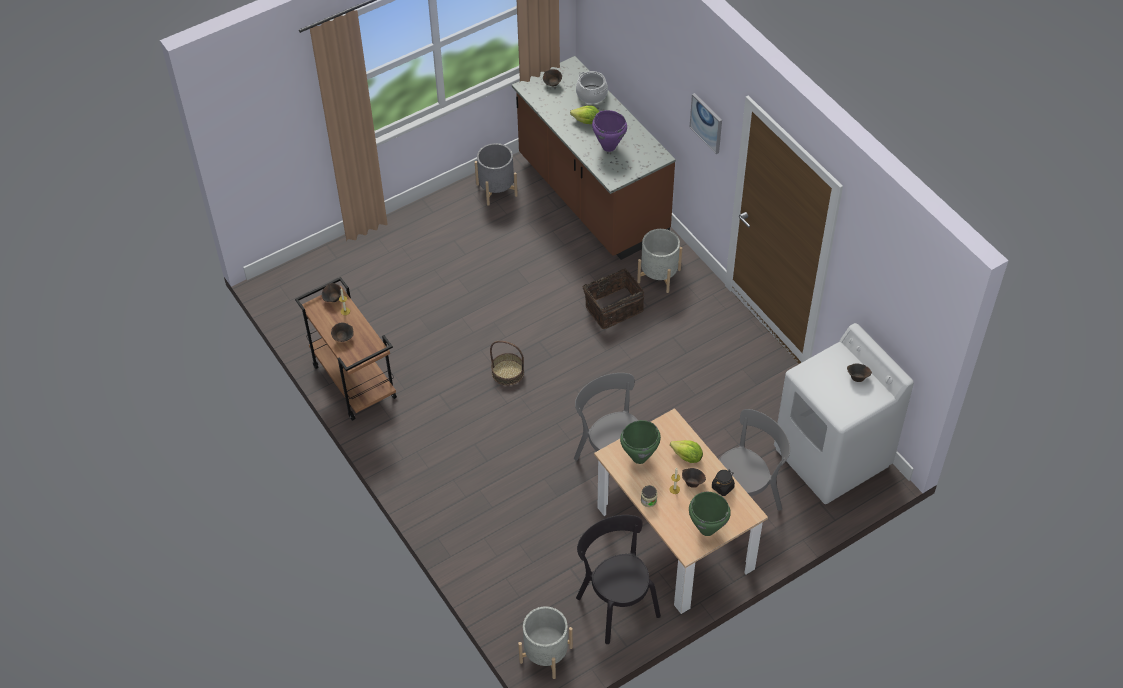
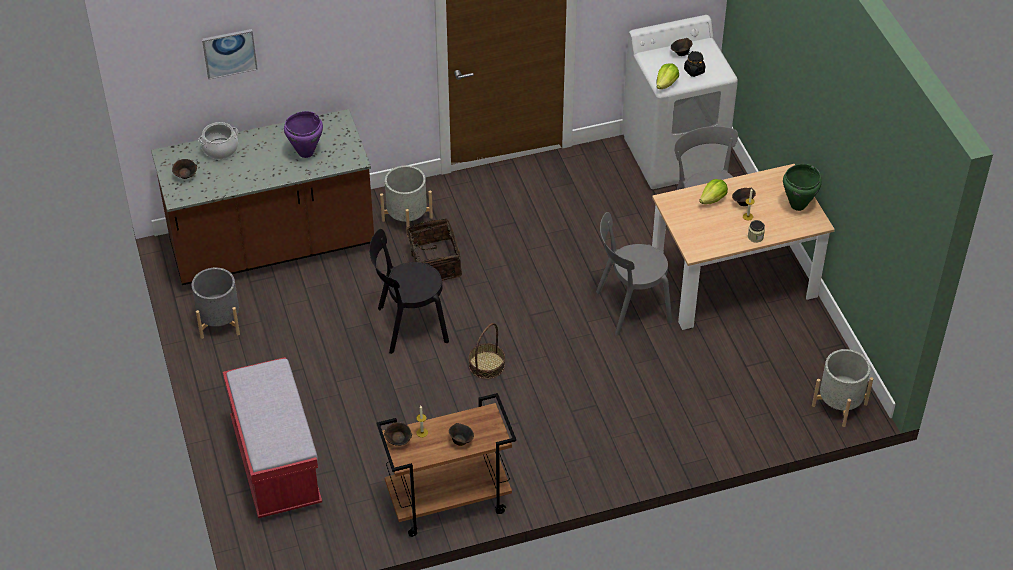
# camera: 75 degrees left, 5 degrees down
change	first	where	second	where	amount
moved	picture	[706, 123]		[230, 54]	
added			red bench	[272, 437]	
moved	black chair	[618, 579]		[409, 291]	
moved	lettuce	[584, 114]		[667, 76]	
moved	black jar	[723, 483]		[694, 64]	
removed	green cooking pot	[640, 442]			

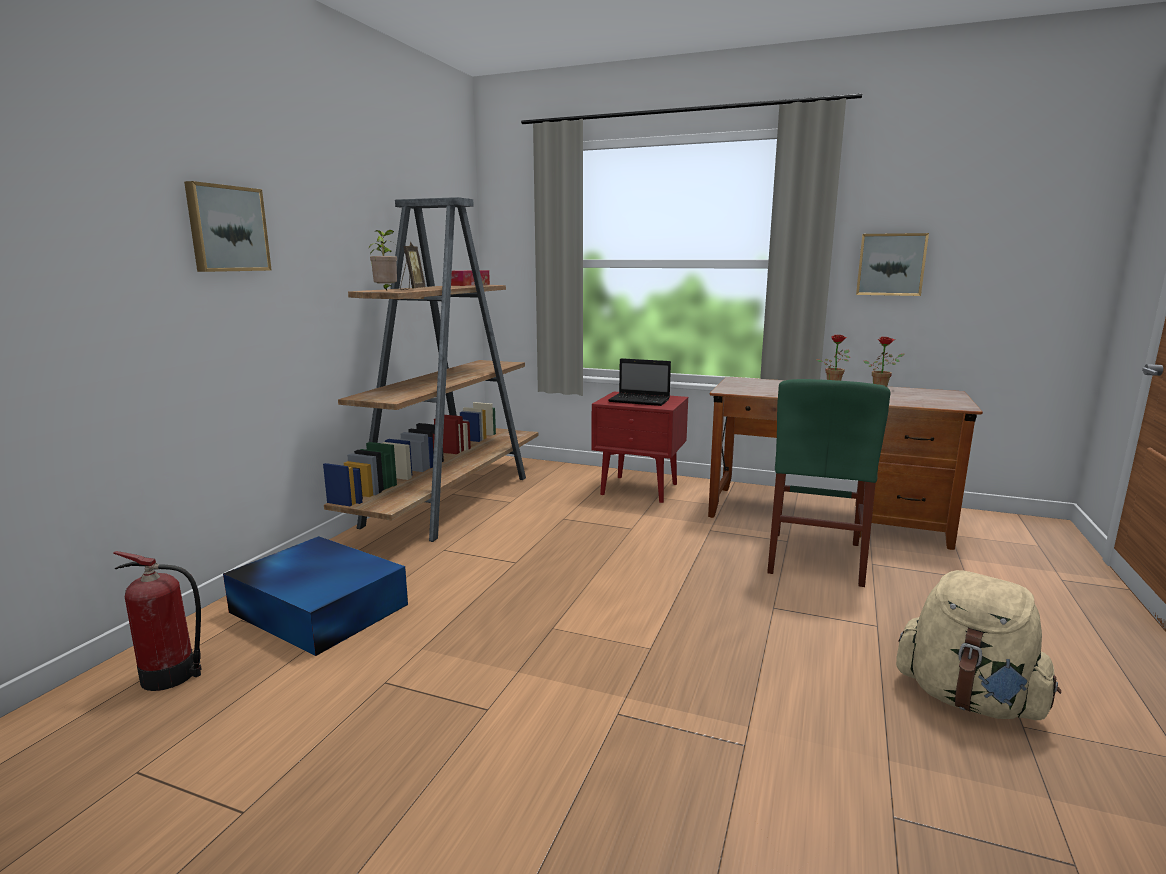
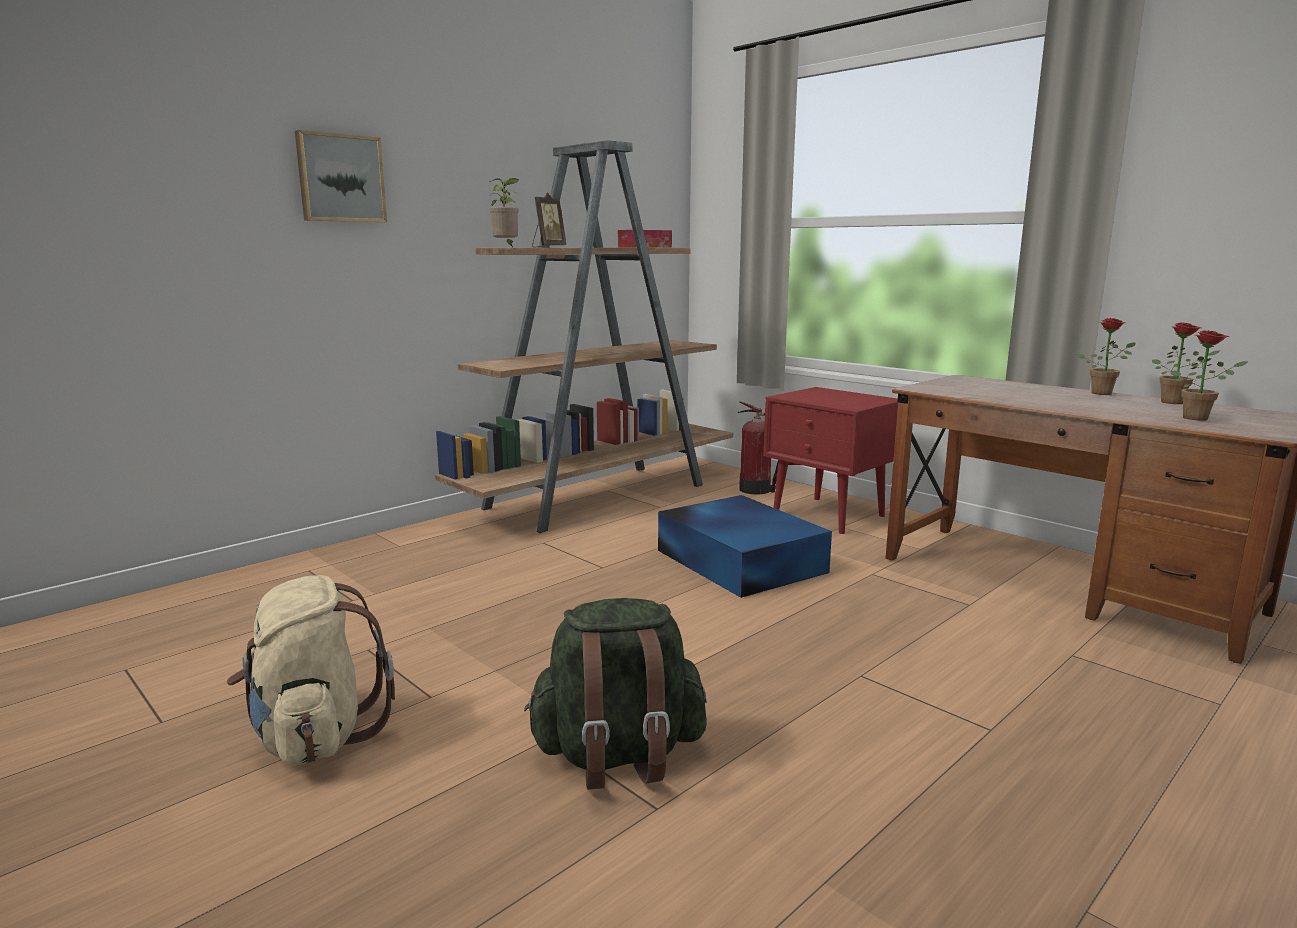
# camera: 25 degrees right, 0 degrees up
change	first	where	second	where	amount
moved	beige backpack	[978, 645]		[311, 670]	
added			green backpack	[615, 694]	
moved	blue storage box	[315, 596]		[745, 546]	
moved	fire extinguisher	[157, 621]		[758, 447]	
added			potted plant	[1209, 375]	
removed	laptop	[639, 382]			
removed	green chair	[829, 483]			
removed	picture	[892, 264]			

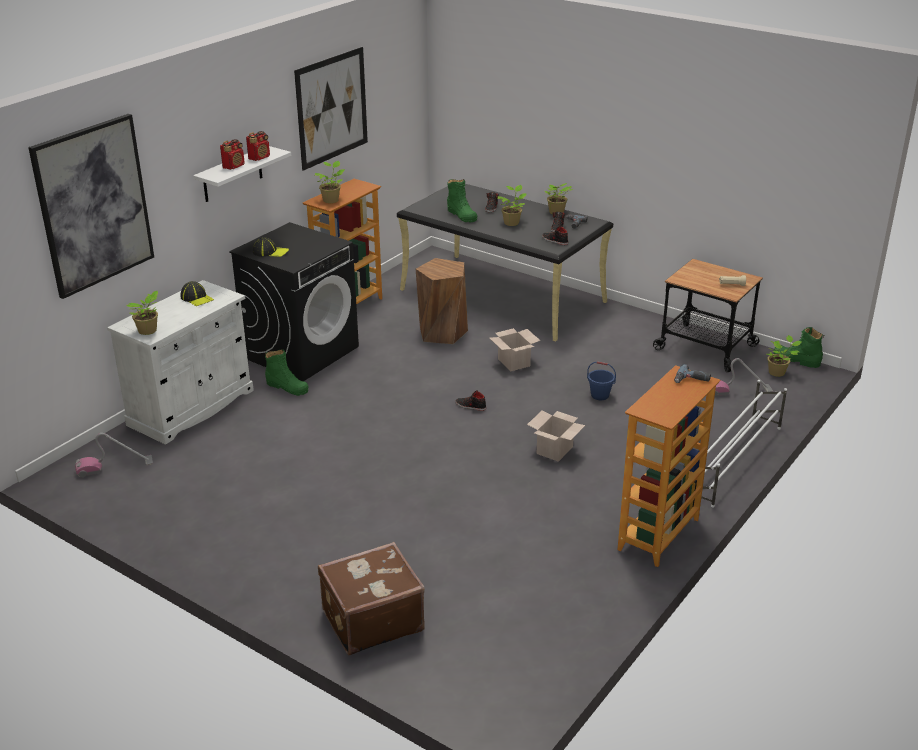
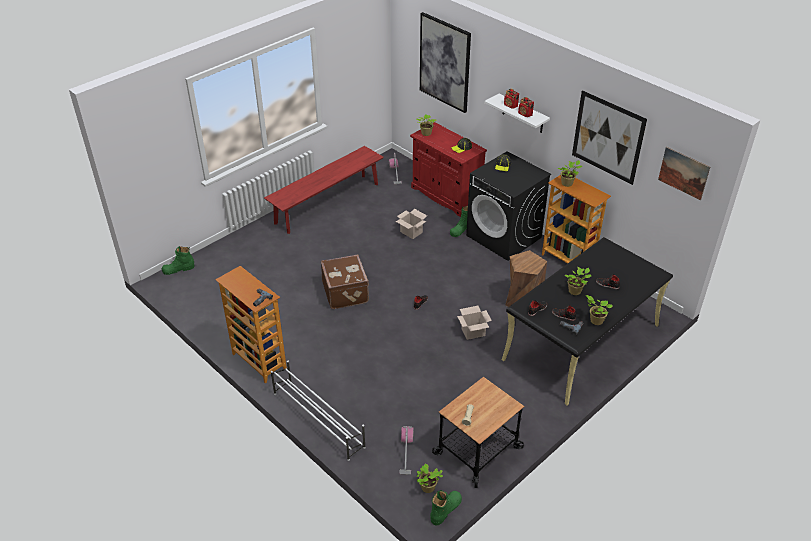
# camera: 100 degrees right, 10 degrees up
change	first	where	second	where	amount
moved	green boot	[462, 200]		[178, 260]	
added			red bench	[324, 190]	
moved	brown suitcase	[371, 598]		[345, 281]	
moved	cardboard box	[556, 436]		[411, 224]	
recoloured	white cabinet	[180, 362]	red cabinet	[448, 170]	
added			picture	[684, 173]	
removed	blue bucket	[601, 380]			

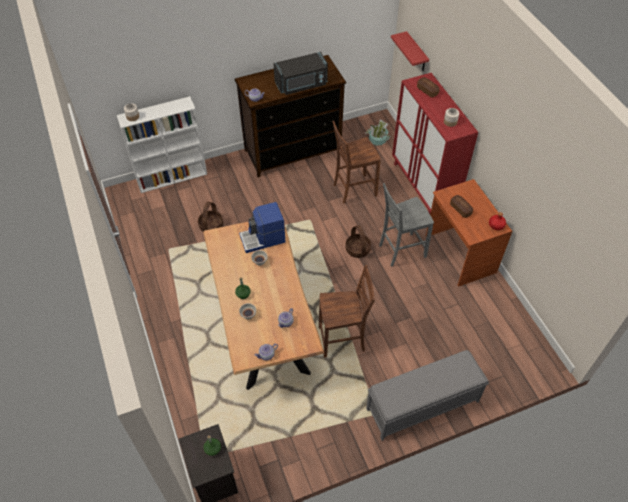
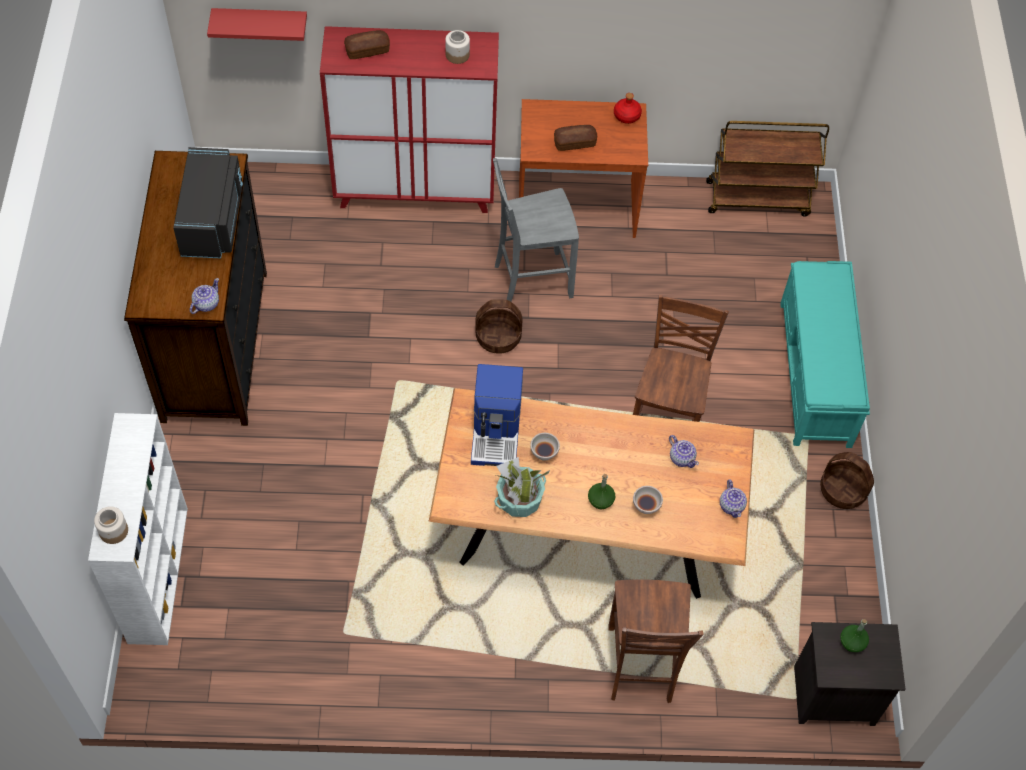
# camera: 70 degrees left, 5 degrees up
change	first	where	second	where	amount
turned	grey chair	[406, 225]		[536, 229]	75 degrees clockwise
moved	potted plant	[378, 132]		[522, 487]	
moved	brown chair	[357, 162]		[656, 641]	
added			brown cart	[767, 169]	
recoloured	grey bench	[427, 395]	turquoise bench	[825, 354]	
moved	basket	[210, 217]		[847, 480]	

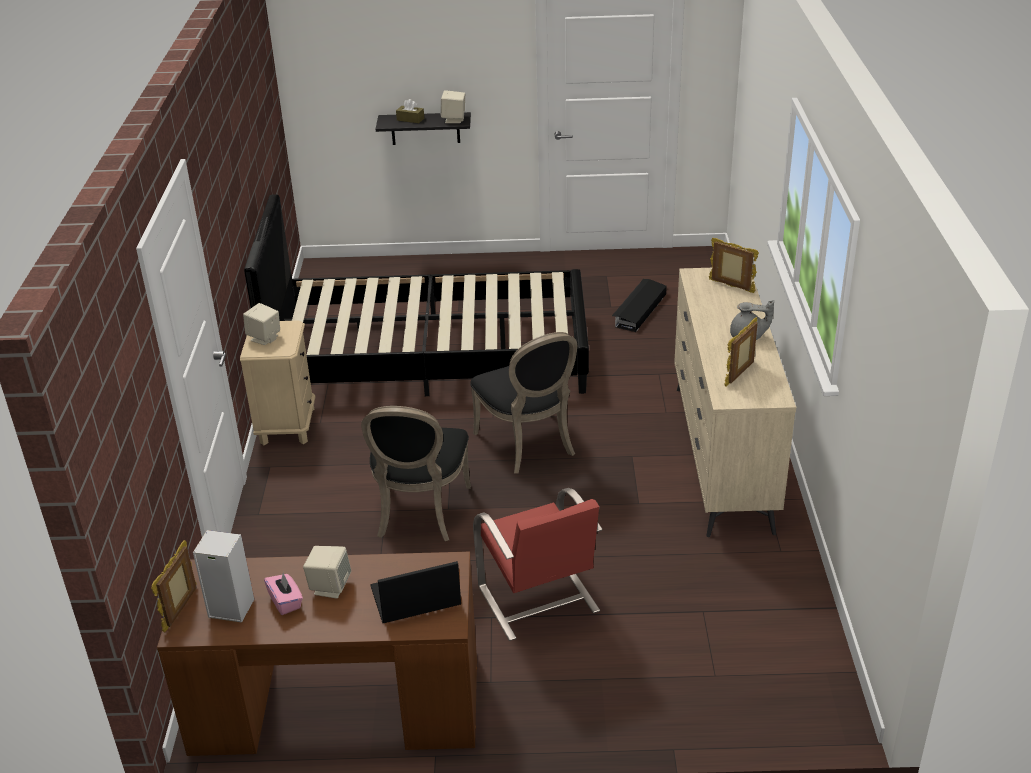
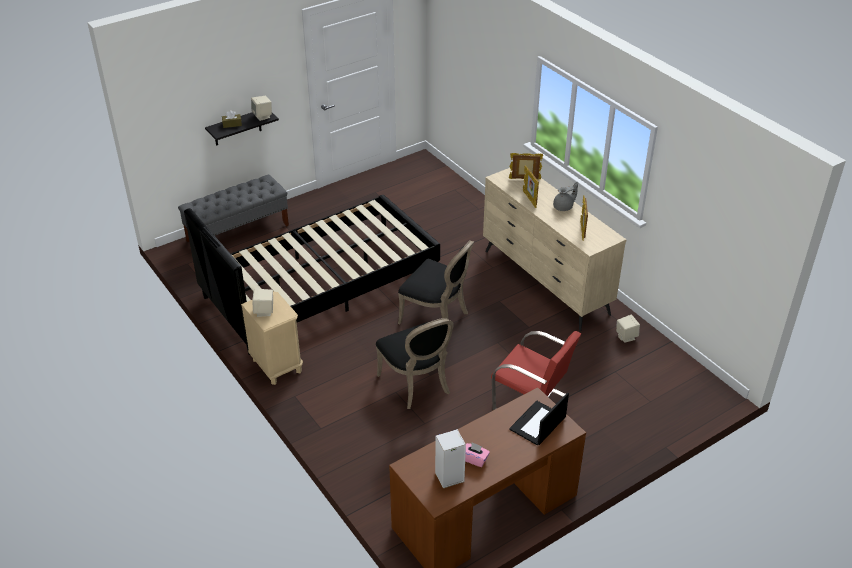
# camera: 35 degrees left, 5 degrees up
change	first	where	second	where	amount
added			grey bench	[233, 208]	
moved	picture frame	[174, 586]		[531, 186]	
moved	beige speaker	[327, 572]		[628, 329]	
removed	black storage box	[639, 305]			

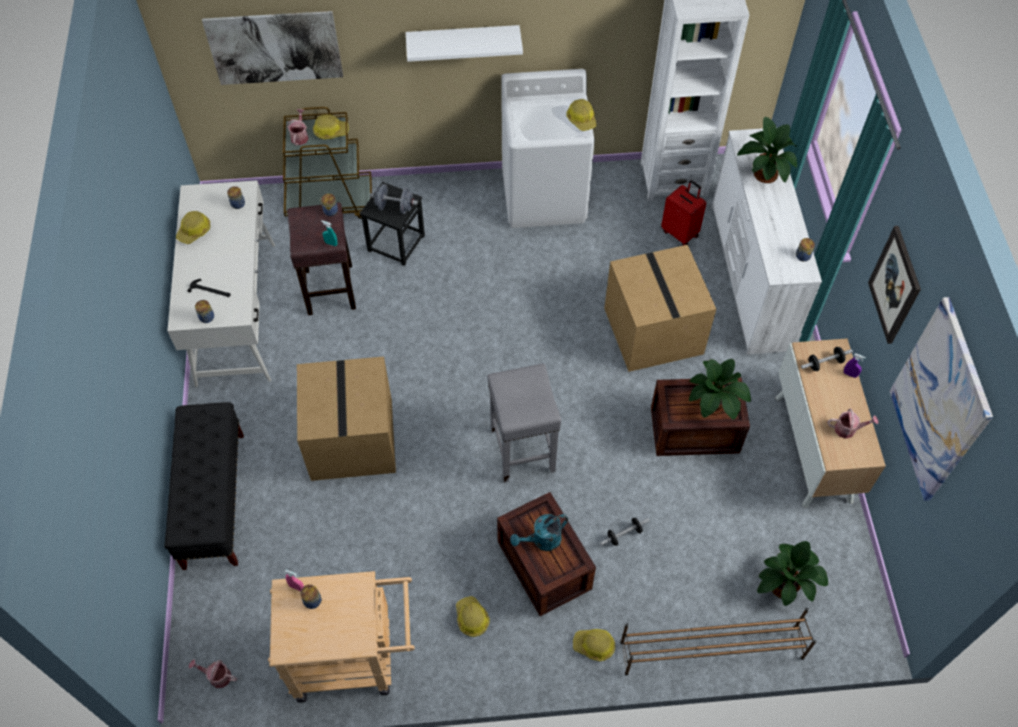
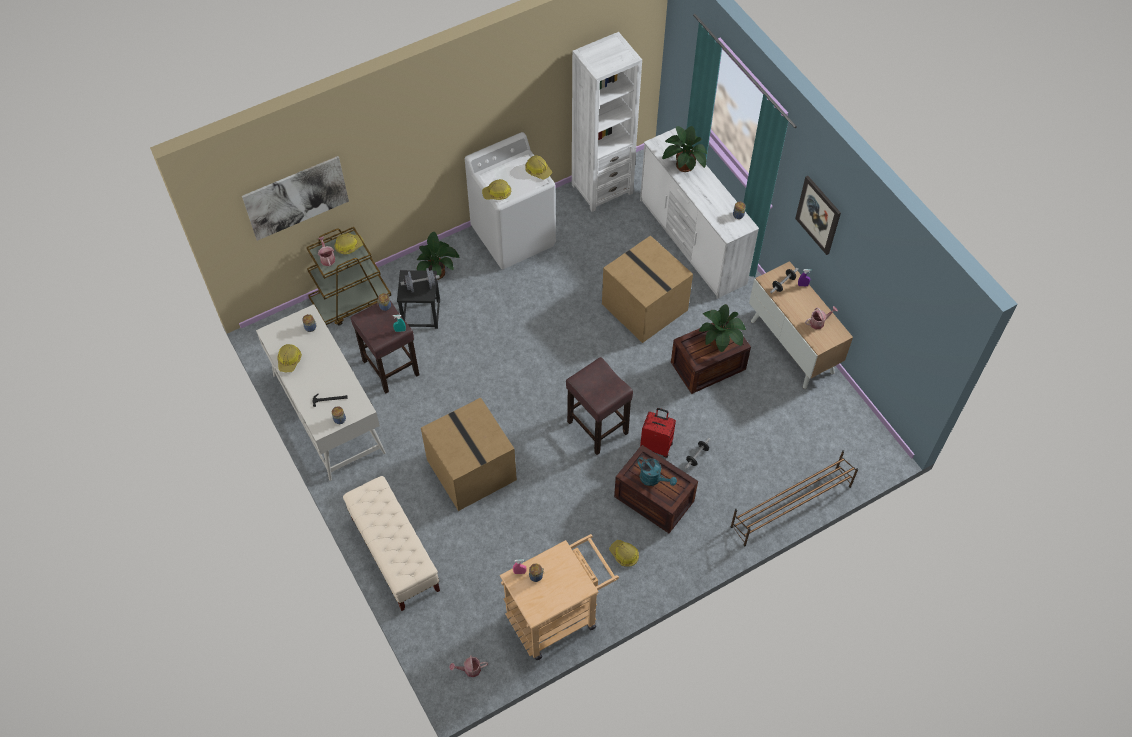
# camera: 25 degrees left, 0 degrees up
change	first	where	second	where	amount
recoloured	black bench	[204, 486]	beige bench	[391, 543]	
moved	potted plant	[792, 573]		[437, 256]	
moved	hard hat	[594, 645]		[496, 189]	
recoloured	grey stool	[524, 423]	brown stool	[599, 406]	
turned	turquoise watering can	[539, 532]		[657, 471]	90 degrees counterclockwise
moved	red suitcase	[683, 213]		[658, 433]	
removed	white shelf	[464, 43]			
removed	picture	[941, 399]			

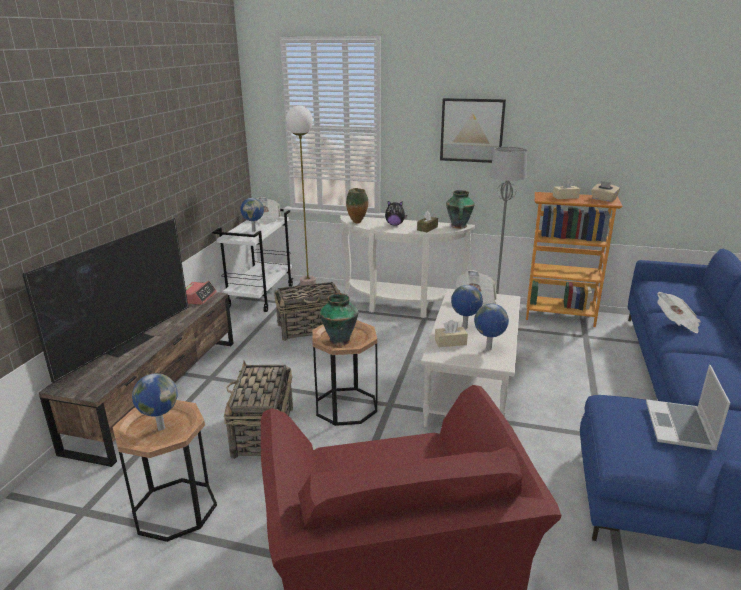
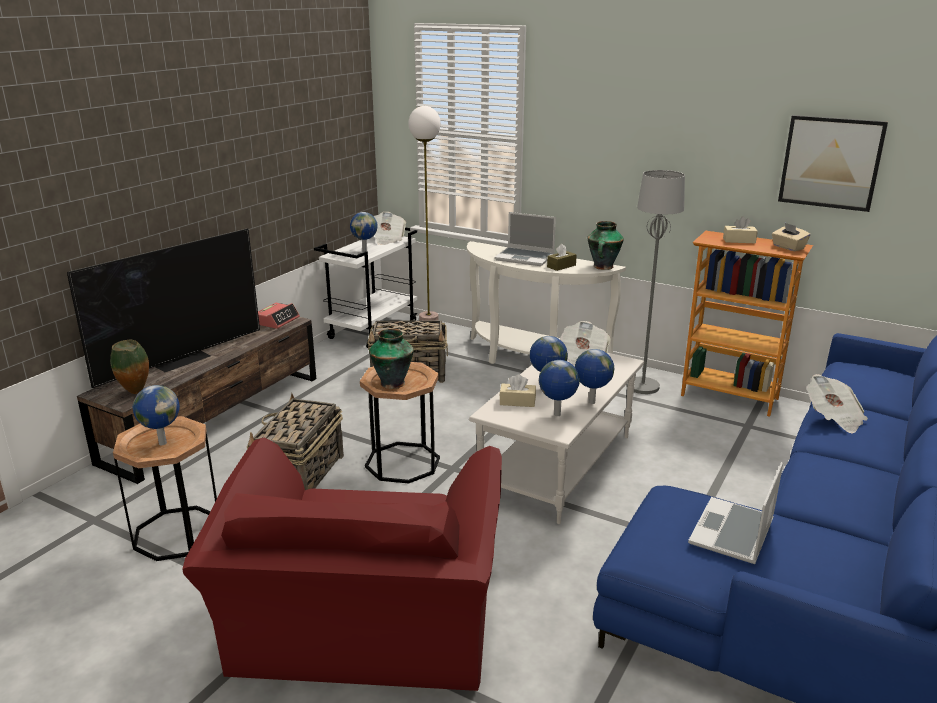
# camera: 15 degrees right, 0 degrees up
change	first	where	second	where	amount
moved	vase	[357, 206]		[129, 367]	
replaced	plush toy	[396, 213]	laptop	[525, 239]	
added			globe	[594, 376]	
moved	picture	[473, 130]		[833, 163]	

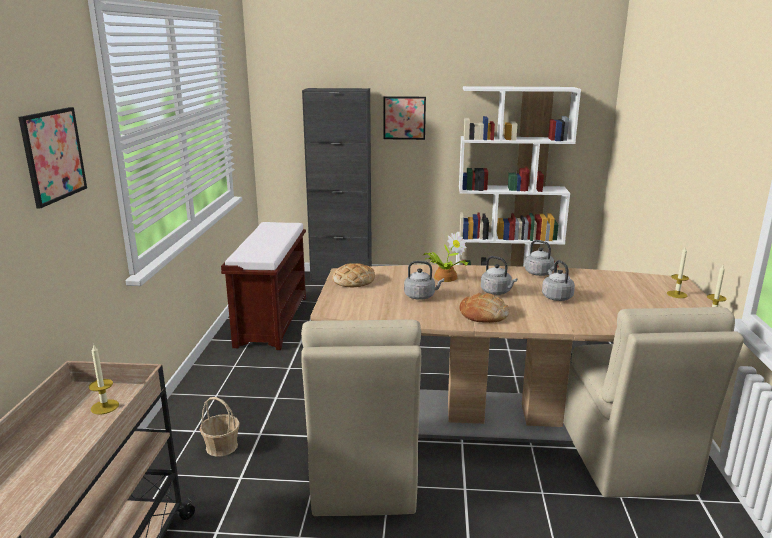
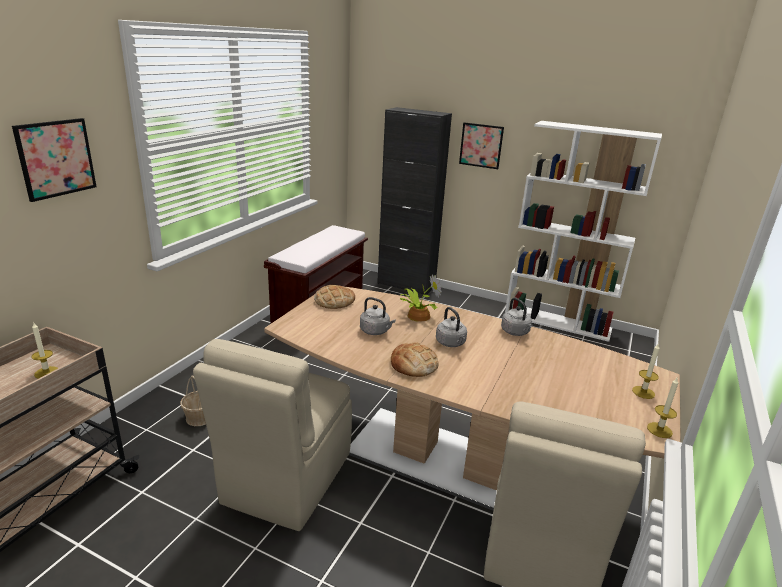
# camera: 20 degrees right, 5 degrees up
change	first	where	second	where	amount
removed	grey kettle	[558, 280]			

